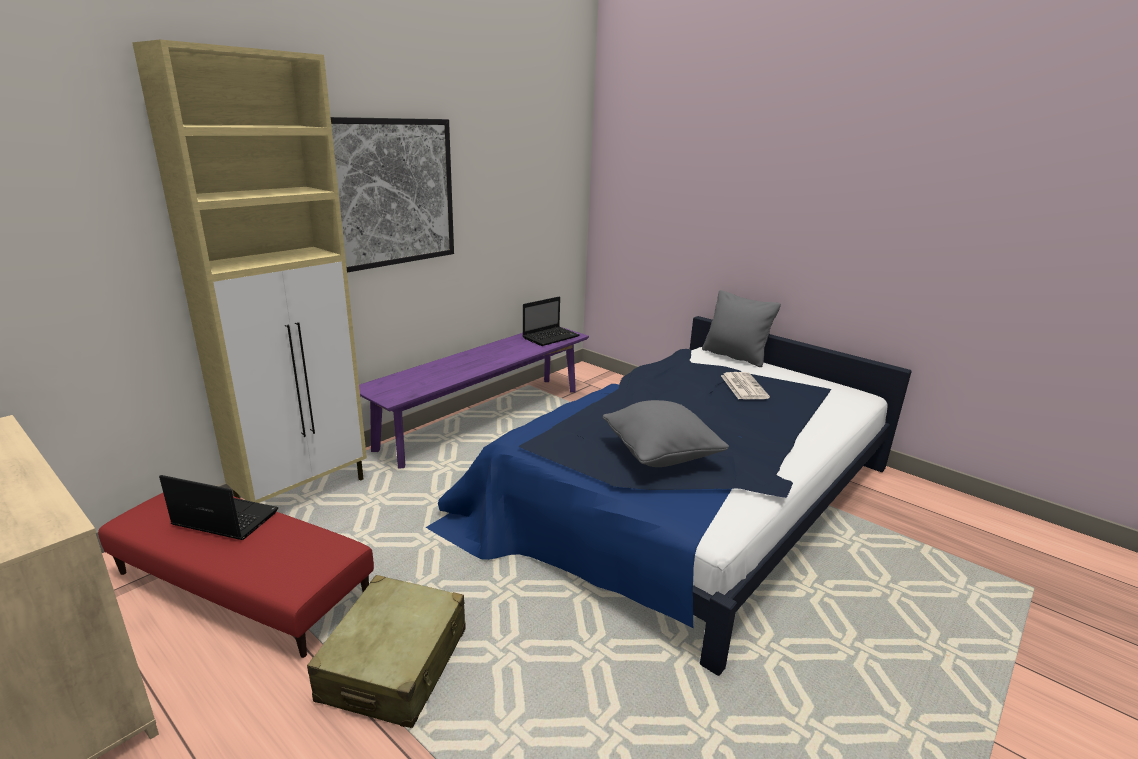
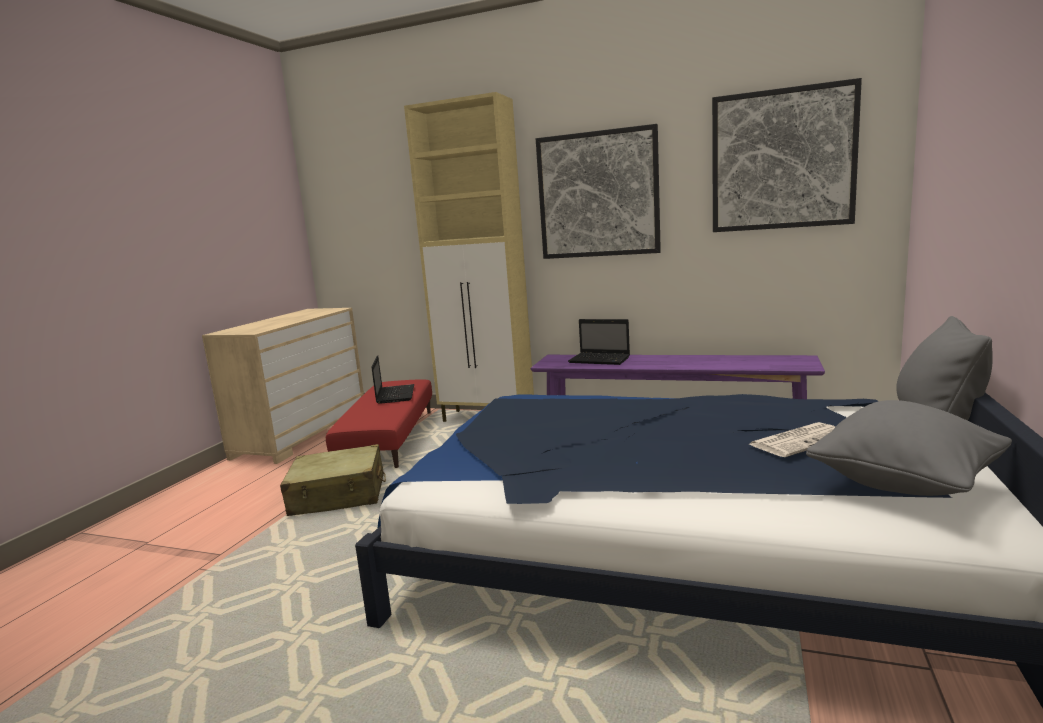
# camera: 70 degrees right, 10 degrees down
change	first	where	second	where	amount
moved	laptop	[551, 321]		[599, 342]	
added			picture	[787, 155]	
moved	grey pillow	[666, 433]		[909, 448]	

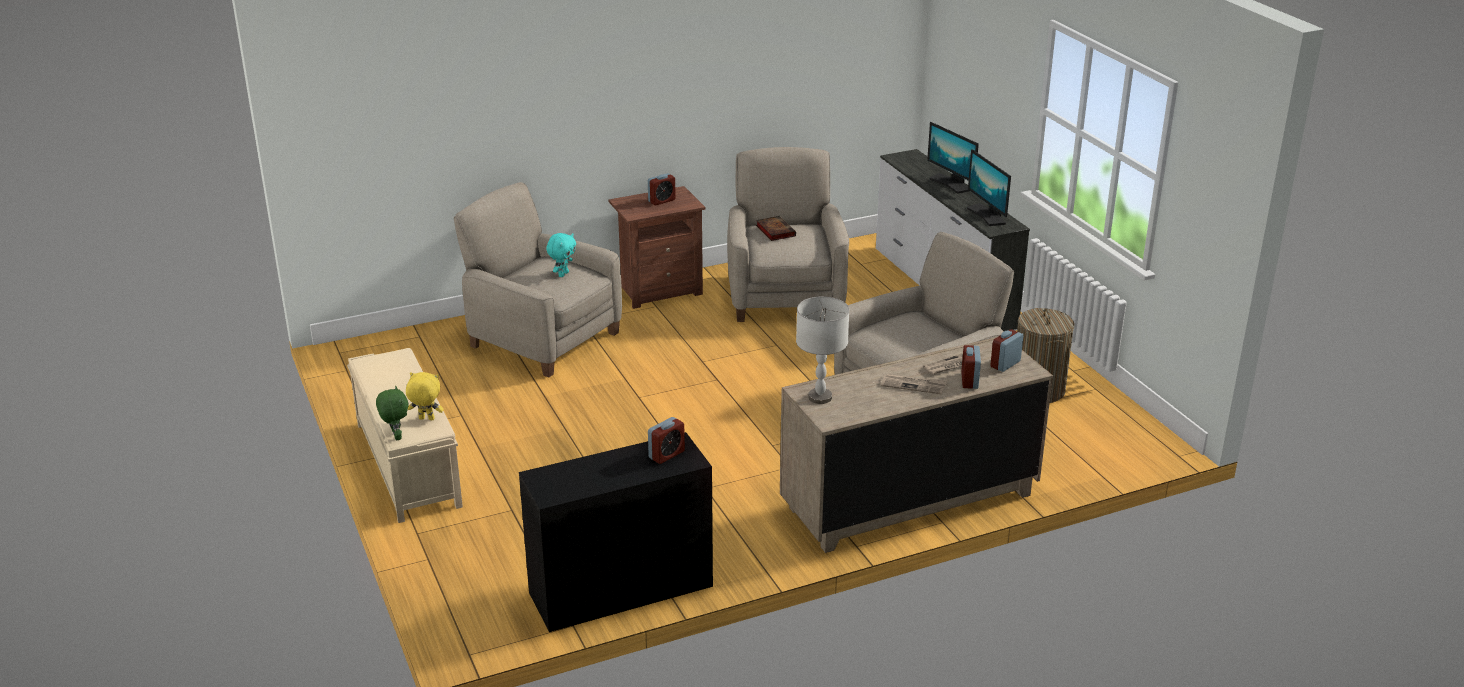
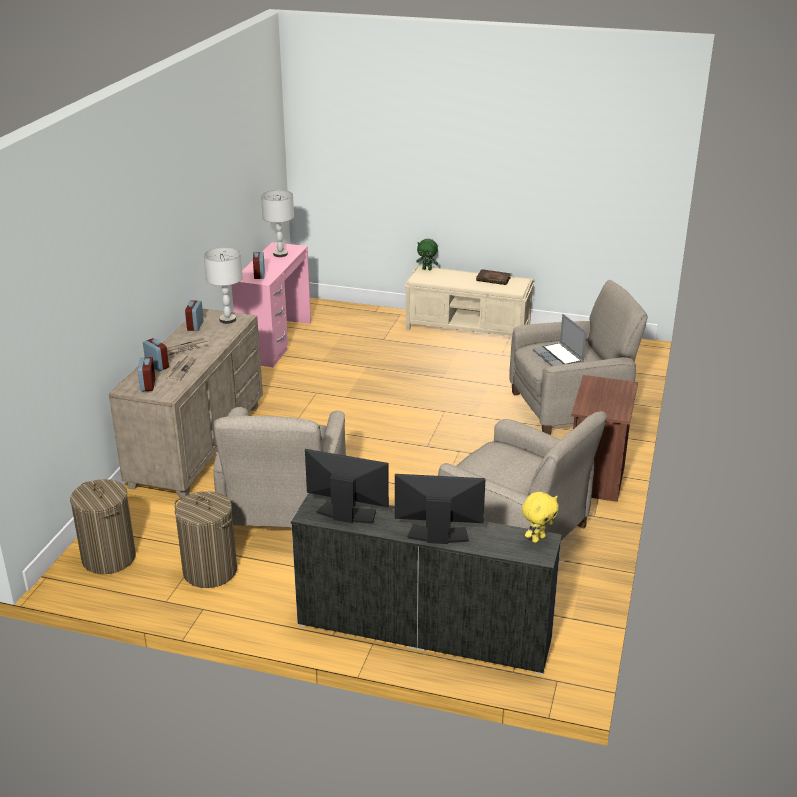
# camera: 130 degrees right, 0 degrees up
change	first	where	second	where	amount
added			laundry basket	[103, 526]	
moved	alarm clock	[662, 189]		[194, 315]	
recoloured	black desk	[616, 532]	pink desk	[271, 304]	
added			grey table lamp	[277, 223]	
moved	book	[776, 228]		[493, 277]	
moved	yellow plush toy	[425, 396]		[540, 517]	
replaced	turquoise plush toy	[561, 255]	laptop	[560, 340]	

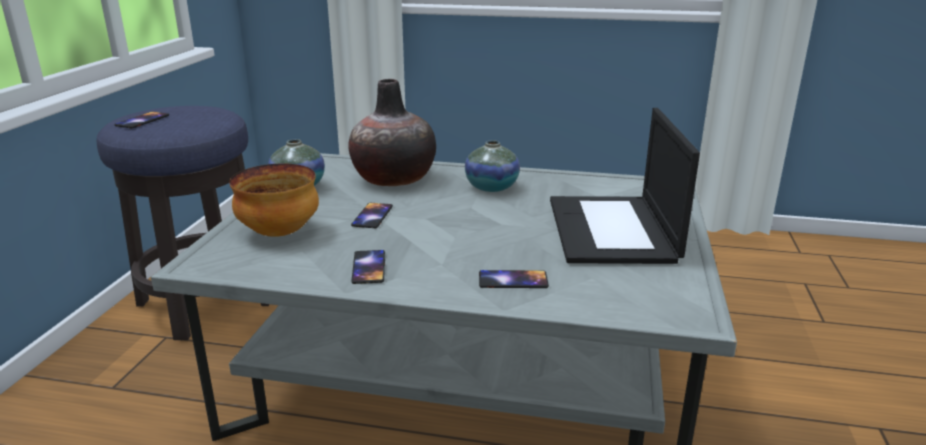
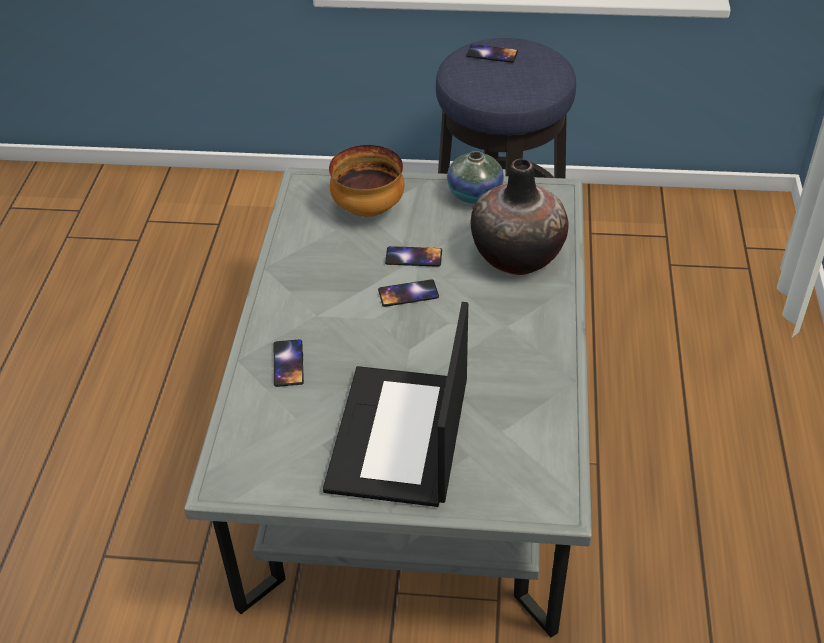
# camera: 85 degrees right, 20 degrees up
change	first	where	second	where	amount
turned	laptop	[625, 186]		[395, 404]	75 degrees counterclockwise
moved	phone	[368, 267]		[408, 293]	
removed	vase	[492, 166]			

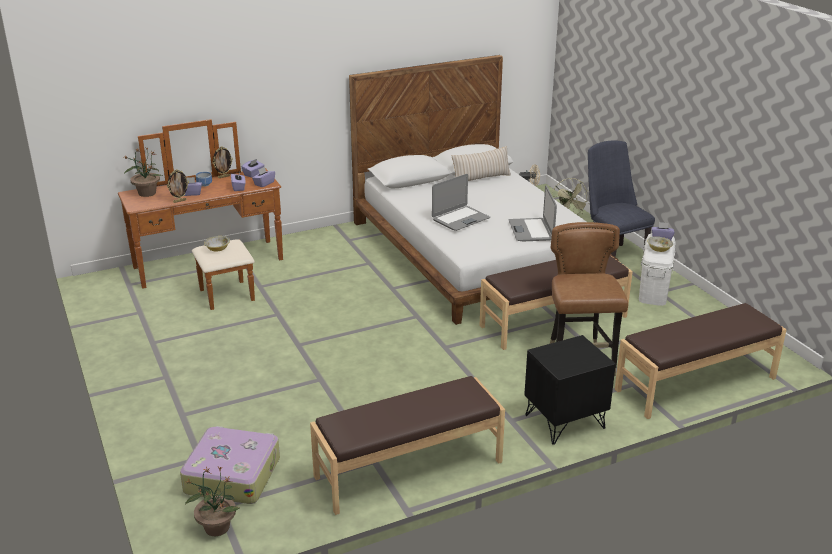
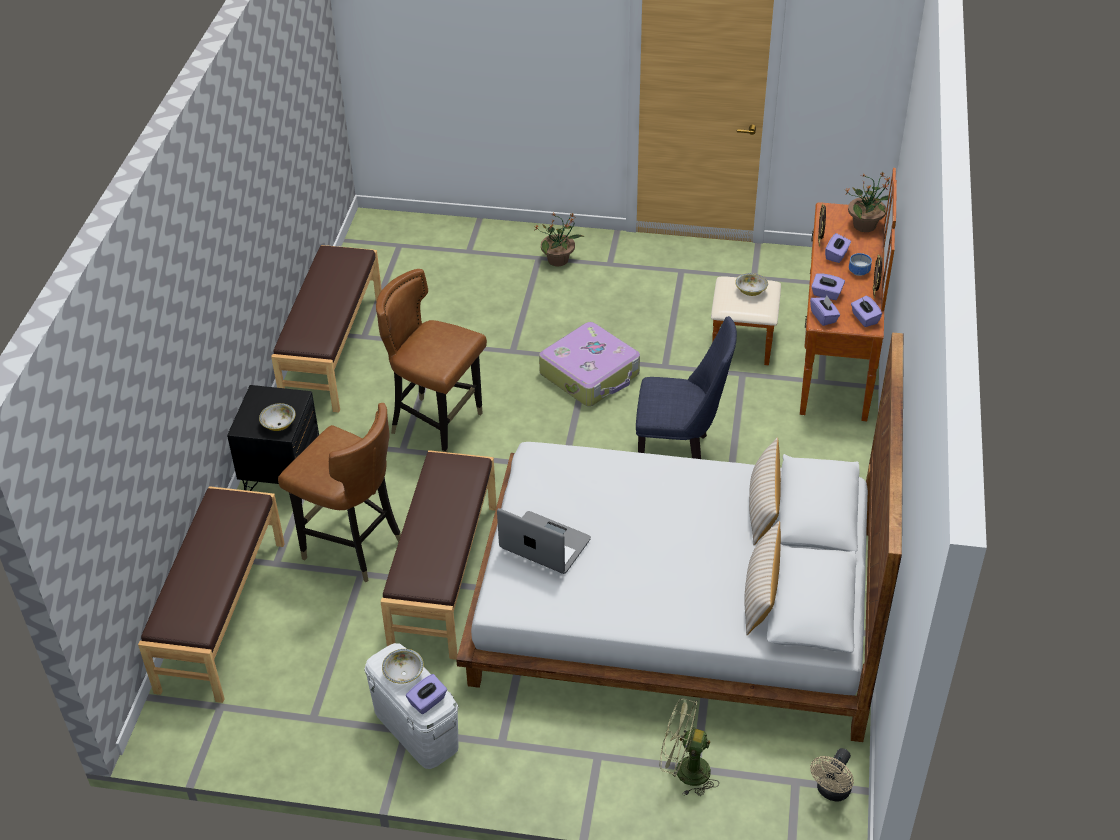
# camera: 125 degrees right, 15 degrees up
change	first	where	second	where	amount
added			bowl	[277, 417]	
added			brown chair	[431, 360]	
moved	potted plant	[212, 501]		[559, 239]	
moved	suitcase	[230, 465]		[589, 364]	
moved	blue chair	[621, 199]		[686, 387]	
added			beige pillow	[765, 491]	
removed	laptop	[461, 202]			

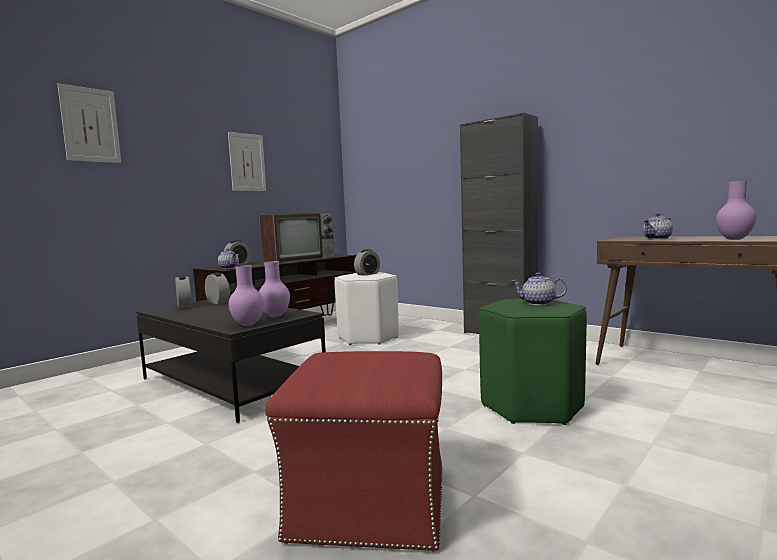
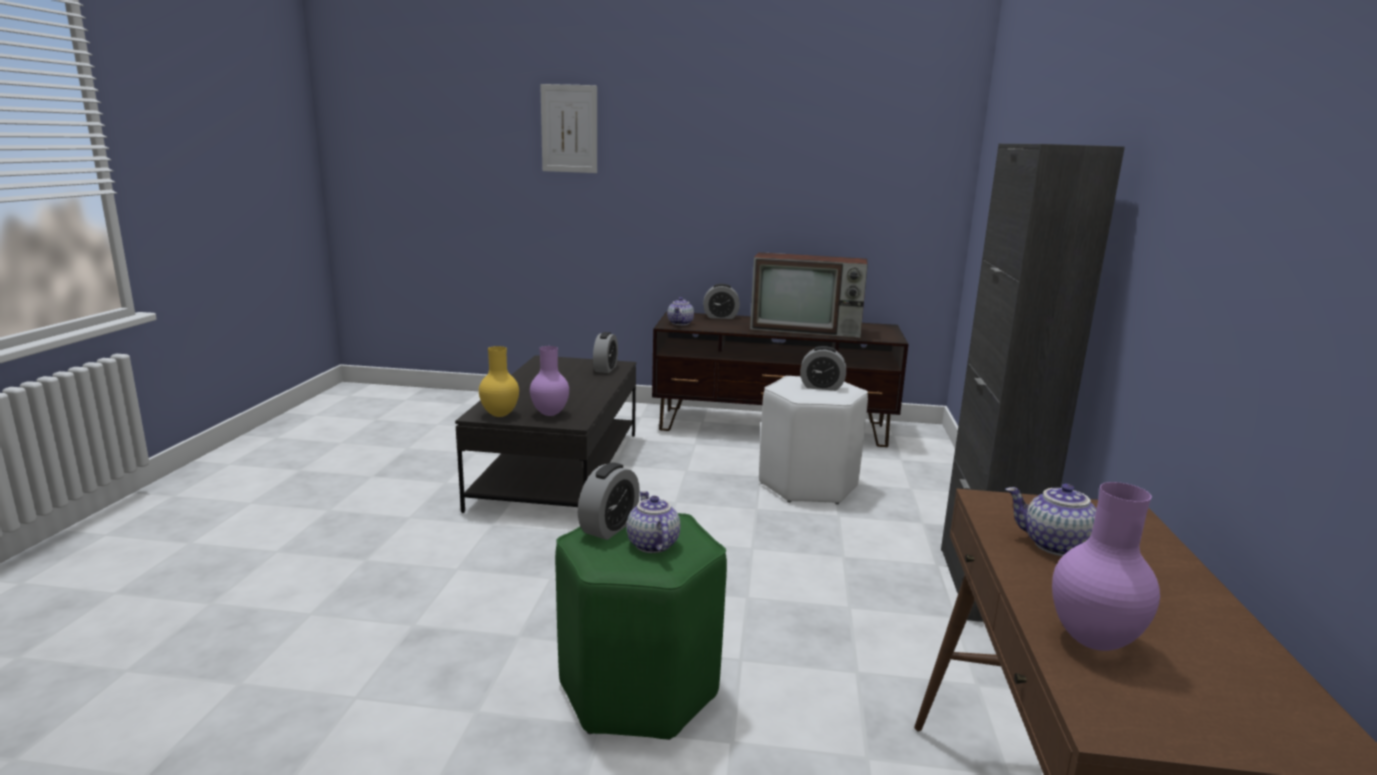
# camera: 55 degrees right, 10 degrees up
change	first	where	second	where	amount
recoloured	purple vase	[246, 295]	yellow vase	[499, 381]	
moved	alarm clock	[183, 291]		[609, 501]	
removed	picture	[247, 161]			
removed	red ottoman	[354, 451]			

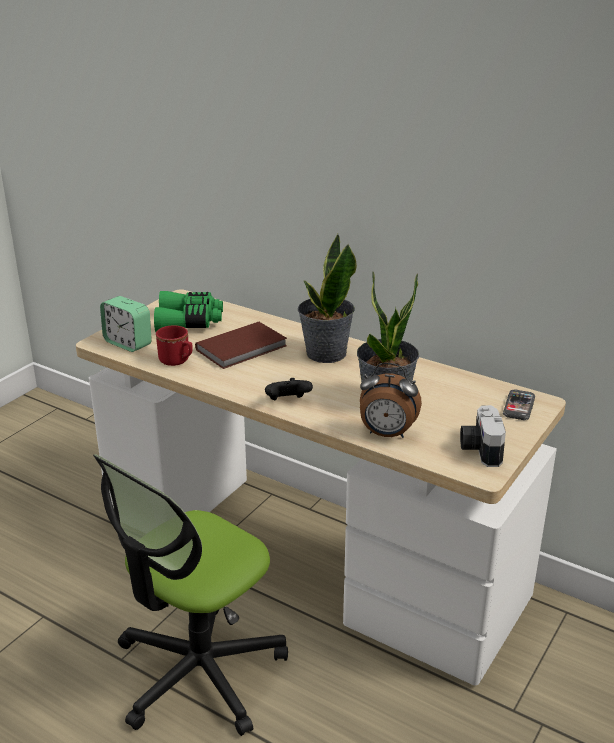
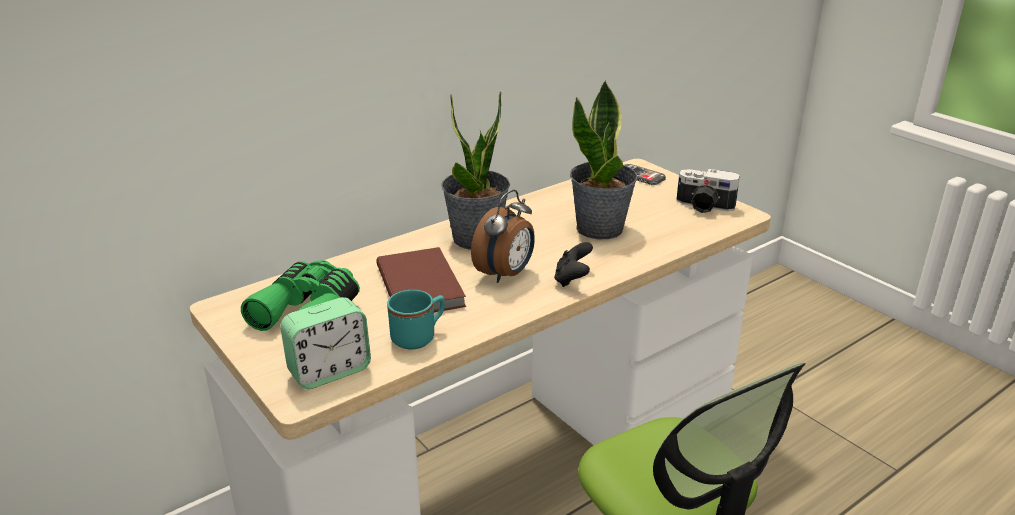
# camera: 70 degrees left, 0 degrees up
change	first	where	second	where	amount
recoloured	red mug	[174, 345]	turquoise mug	[416, 319]	
moved	alarm clock	[391, 400]		[503, 236]	

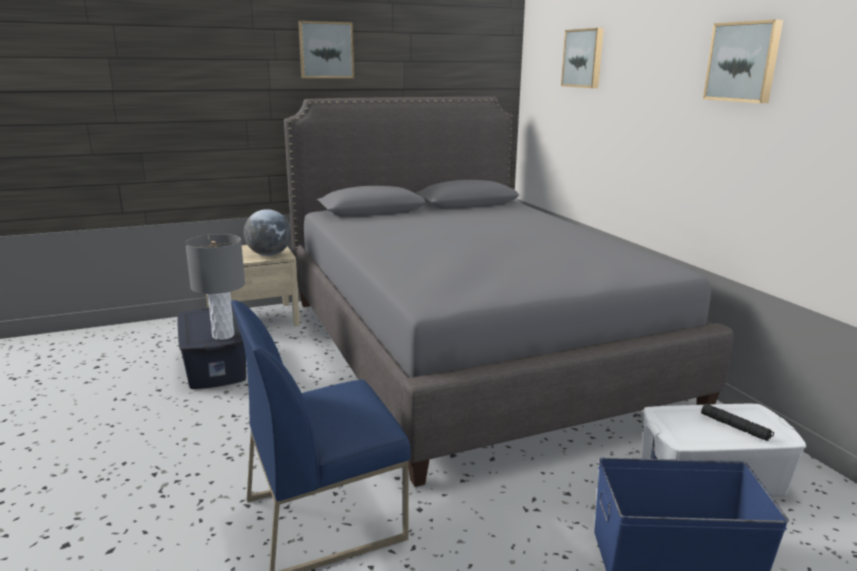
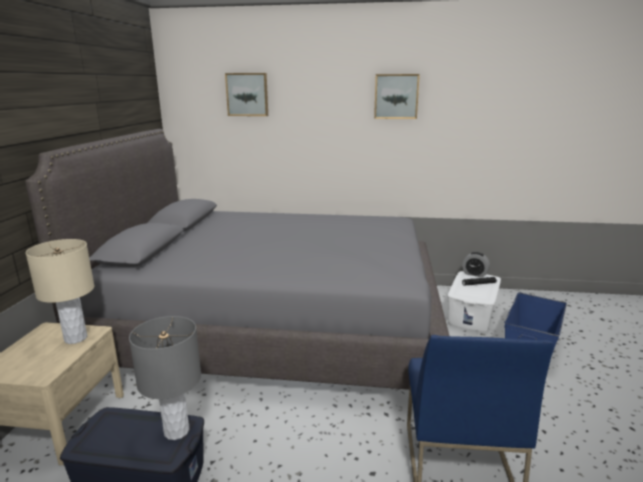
# camera: 60 degrees left, 0 degrees up
change	first	where	second	where	amount
replaced	globe	[267, 232]	beige table lamp	[60, 291]	
added			alarm clock	[476, 265]	
removed	picture	[326, 49]			

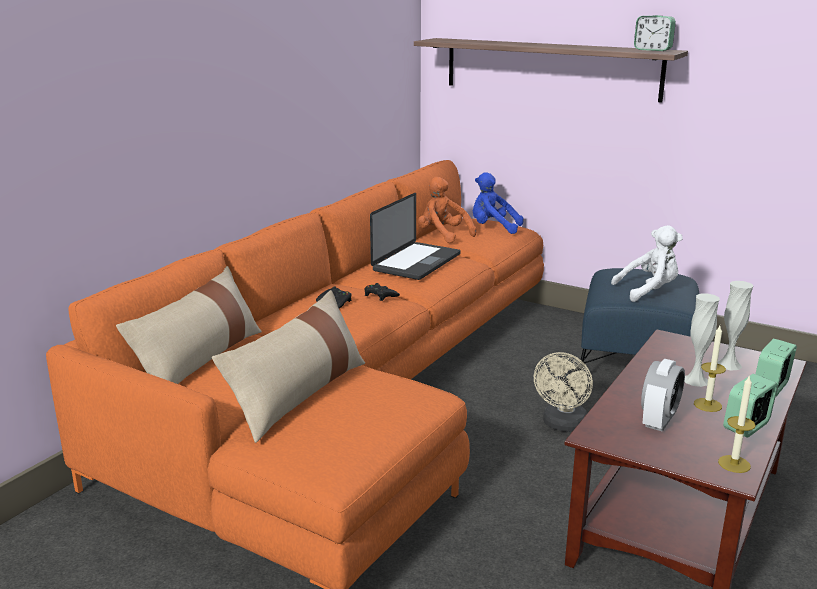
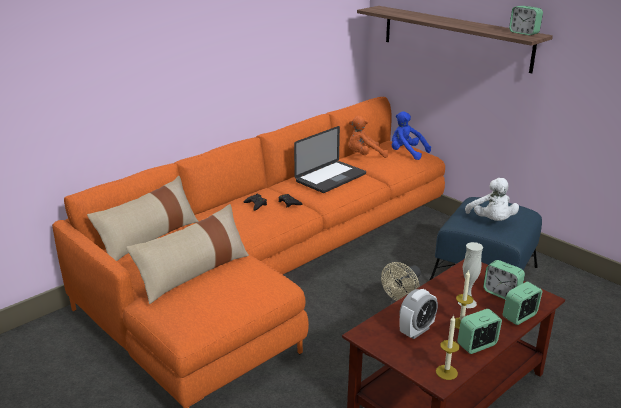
# camera: 15 degrees right, 5 degrees up
change	first	where	second	where	amount
turned	orange plush toy	[447, 210]		[368, 137]	75 degrees counterclockwise
turned	white plush toy	[647, 263]		[492, 199]	75 degrees clockwise
replaced	white vase	[735, 326]	alarm clock	[504, 280]	

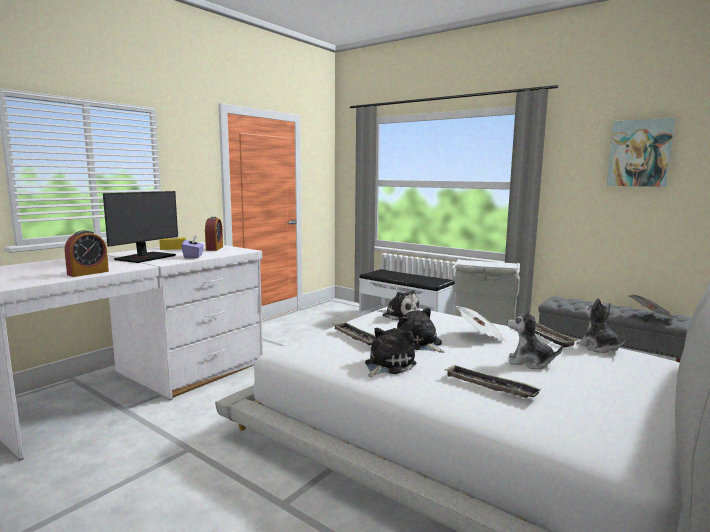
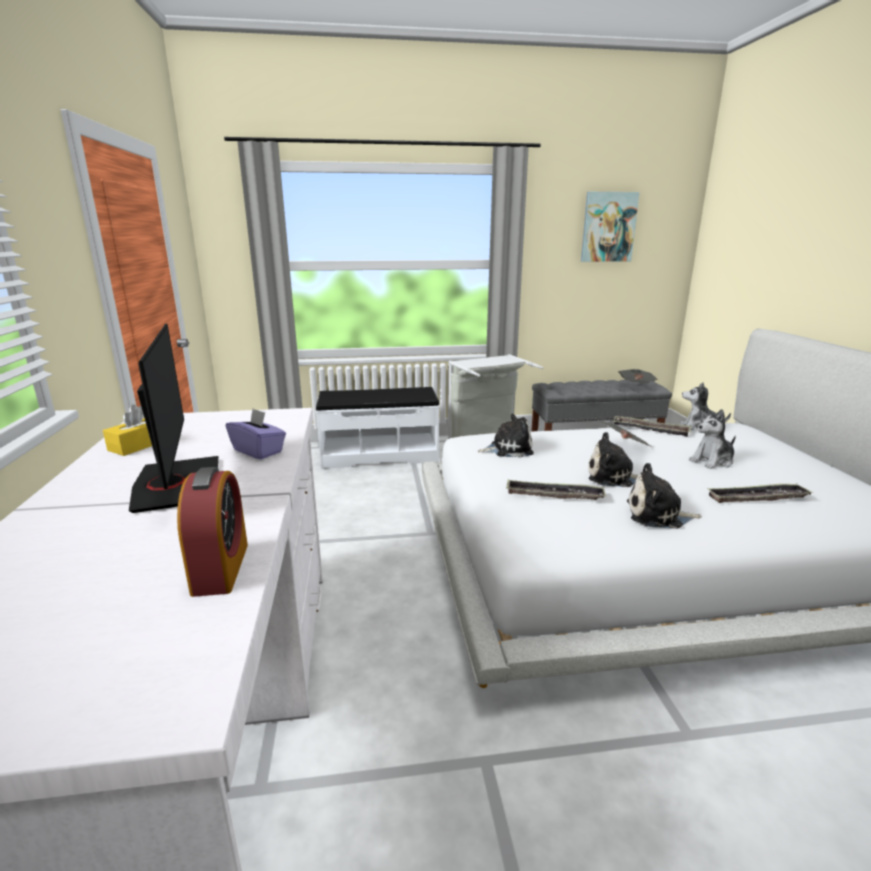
# camera: 45 degrees left, 10 degrees up
change	first	where	second	where	amount
turned	plush toy	[391, 352]		[664, 496]	75 degrees counterclockwise
removed	alarm clock	[214, 234]			

